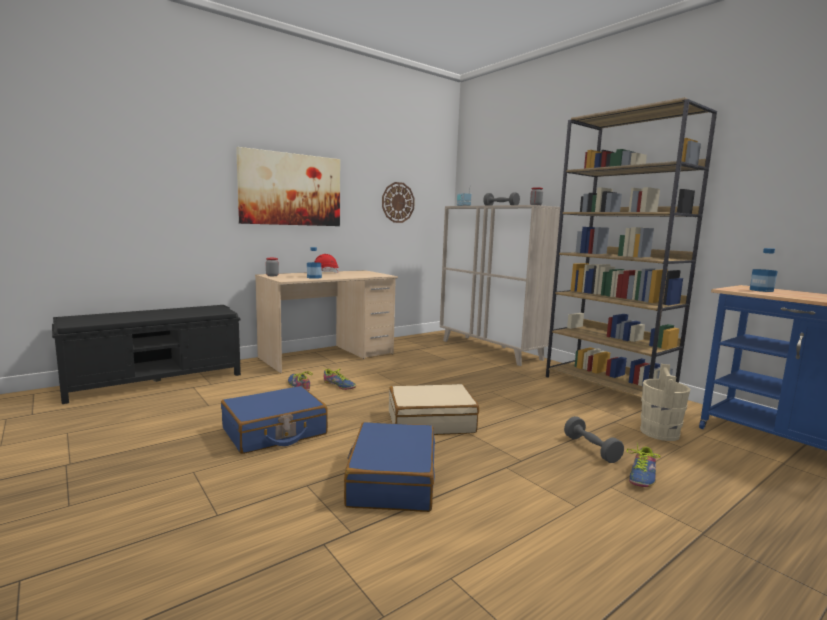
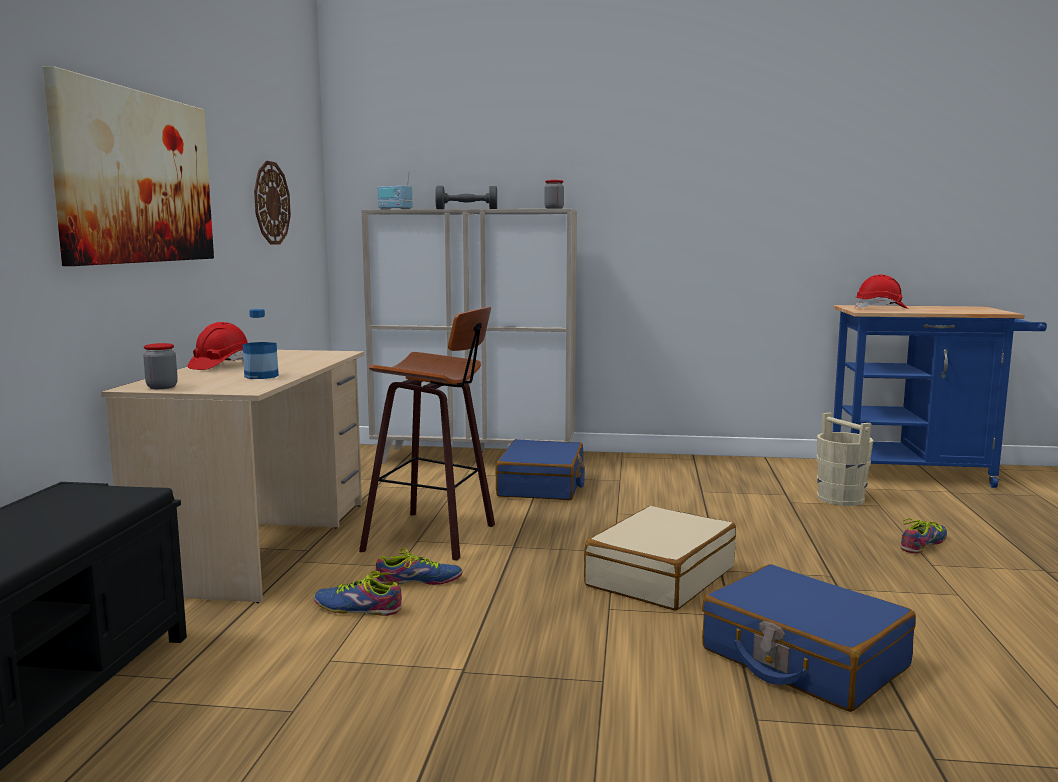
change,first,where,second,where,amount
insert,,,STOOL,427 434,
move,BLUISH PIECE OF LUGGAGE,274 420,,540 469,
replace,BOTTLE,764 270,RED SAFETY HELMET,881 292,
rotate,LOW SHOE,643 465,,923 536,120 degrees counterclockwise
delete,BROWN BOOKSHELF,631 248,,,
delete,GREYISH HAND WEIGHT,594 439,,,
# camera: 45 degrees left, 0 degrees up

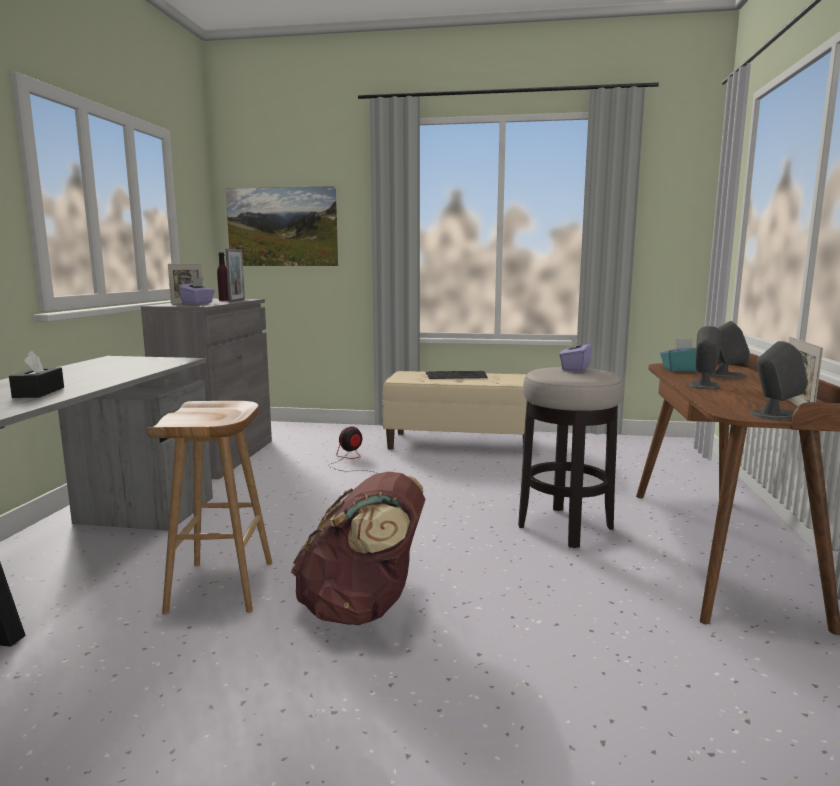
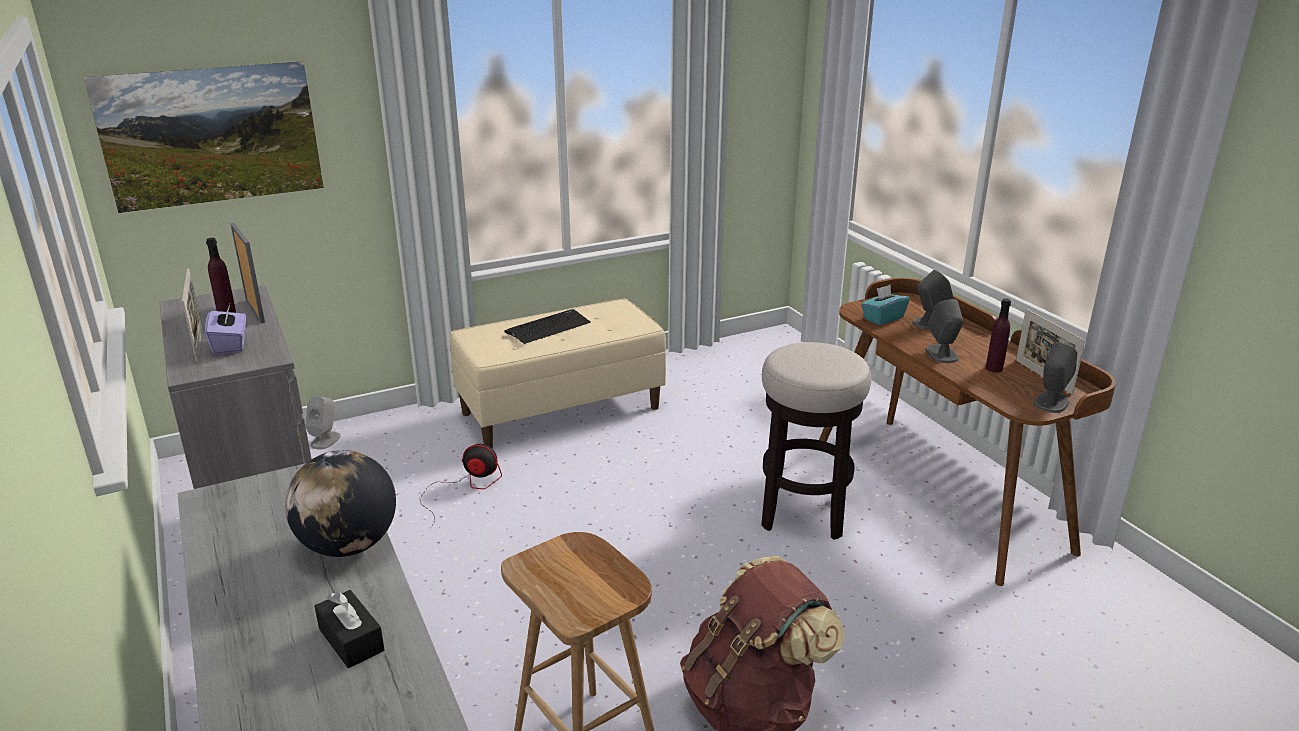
change,first,where,second,where,amount
insert,,,GLOBE,340 503,
insert,,,GREYISH AUDIO SPEAKER,323 423,
rotate,ELECTRIC FAN,352 450,,461 485,90 degrees clockwise
insert,,,PURPLISH BOTTLE,998 335,
delete,PURPLISH TISSUE BOX,576 354,,,
# camera: 35 degrees left, 15 degrees up

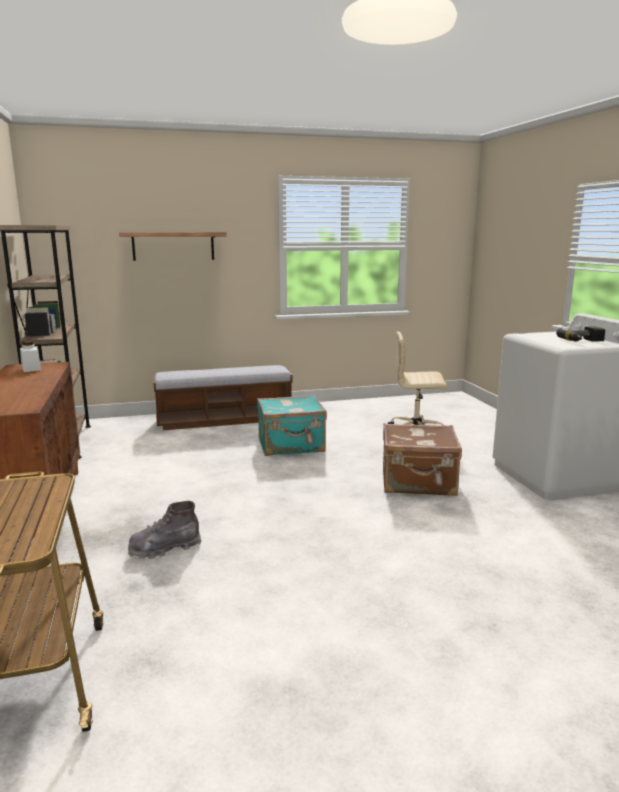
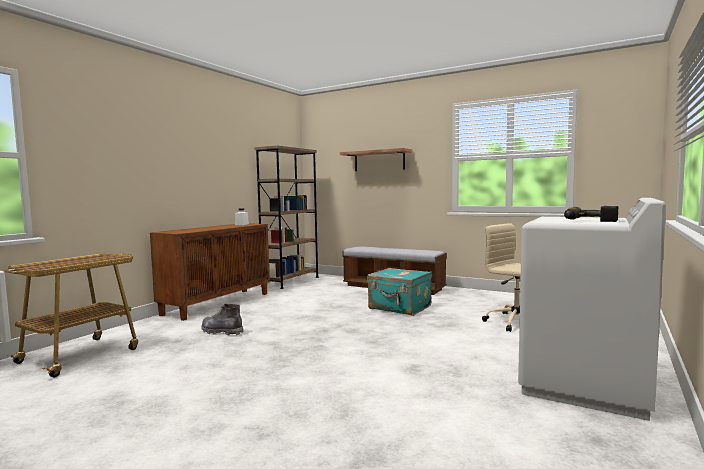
change,first,where,second,where,amount
delete,BROWN PIECE OF LUGGAGE,422 459,,,
# camera: 45 degrees right, 10 degrees down

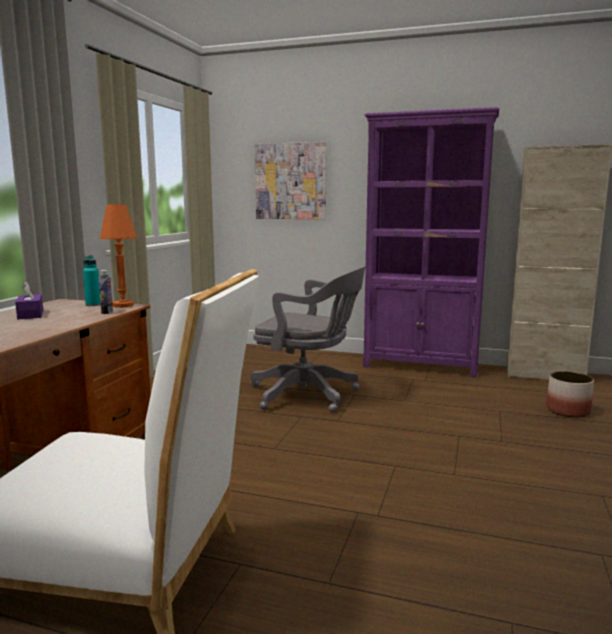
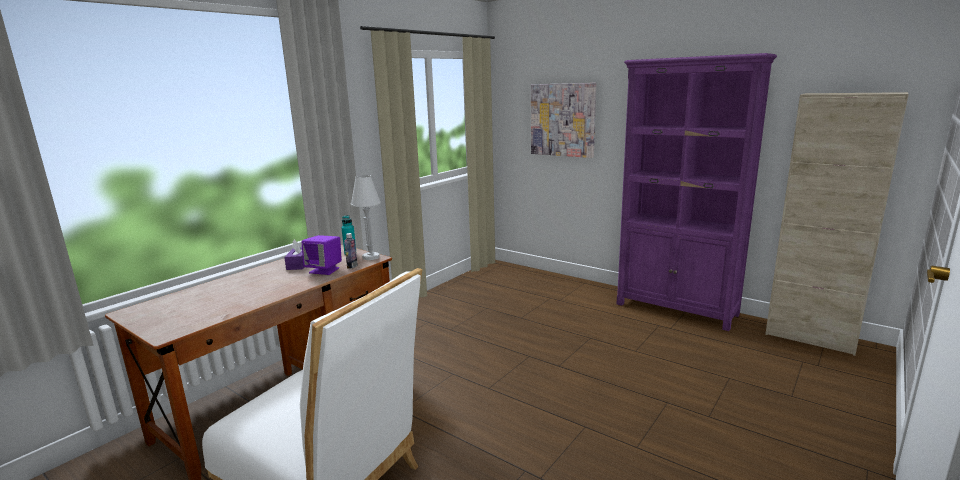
change,first,where,second,where,amount
insert,,,PURPLISH AUDIO SPEAKER,321 255,
recolor,ORANGE-COLOURED TABLE LAMP,118 256,WHITISH TABLE LAMP,366 217,
delete,GREYISH DESK CHAIR,308 339,,,
delete,FLOWER POT,570 394,,,
# camera: 20 degrees right, 5 degrees up

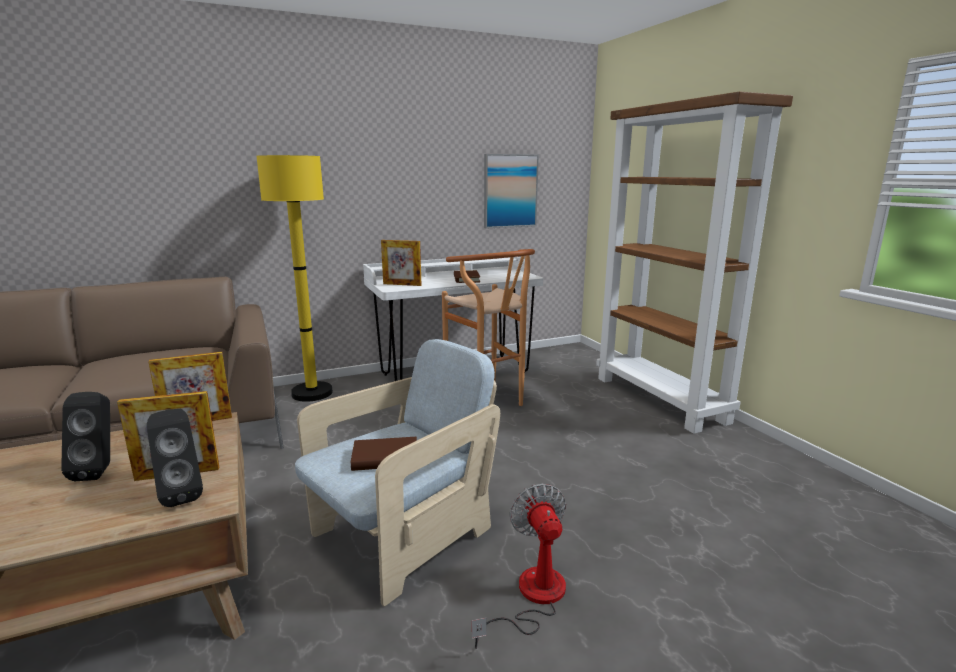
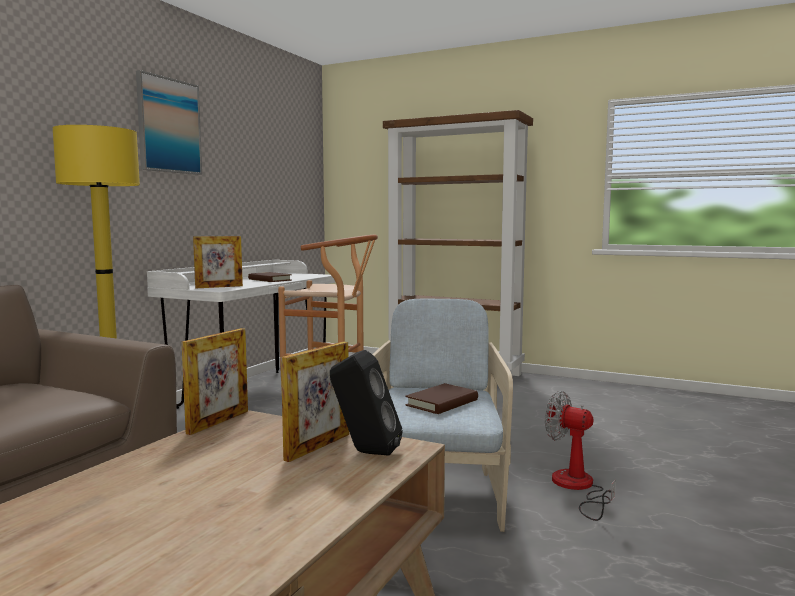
change,first,where,second,where,amount
move,WALL PICTURE,511 191,,169 122,
delete,BLACK-COLOURED AUDIO SPEAKER,85 436,,,
# camera: 40 degrees left, 10 degrees down

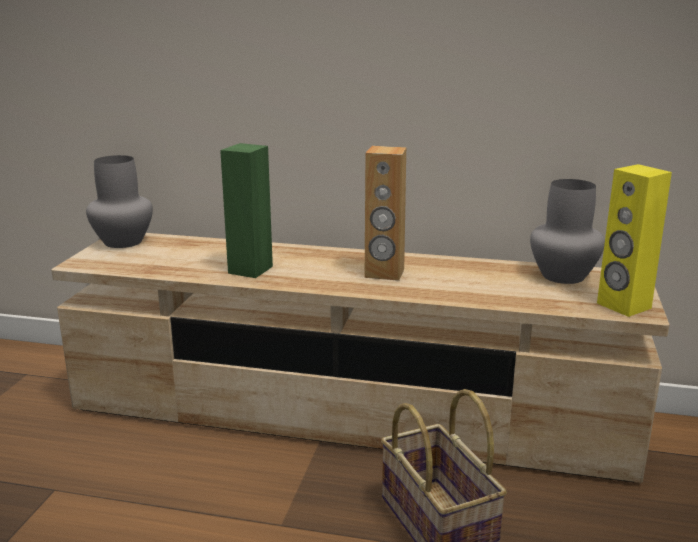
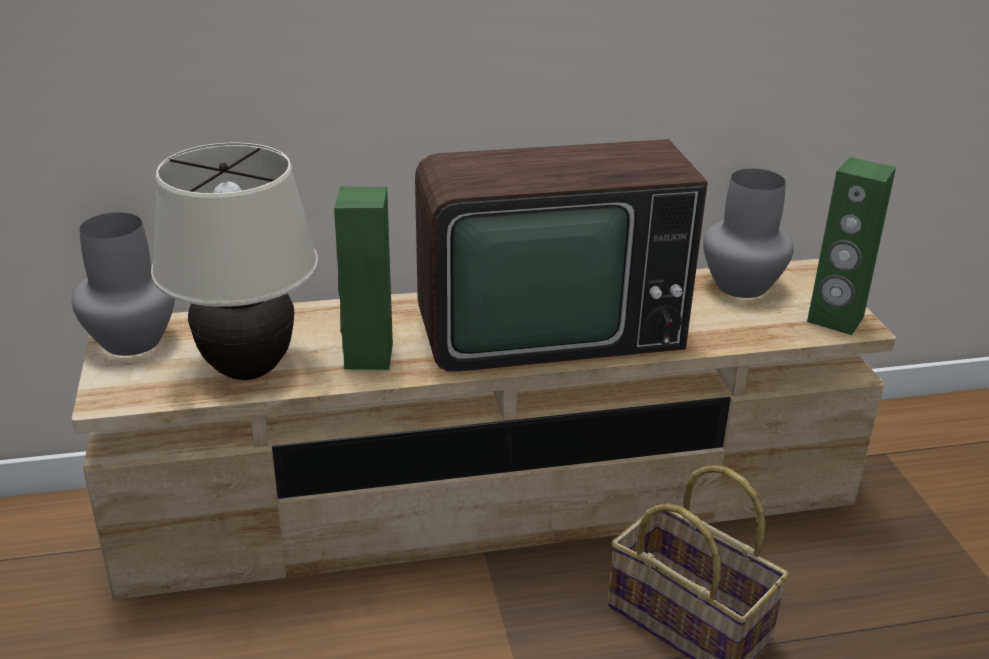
change,first,where,second,where,amount
insert,,,SAND-COLOURED TABLE LAMP,234 261,
replace,BROWN AUDIO SPEAKER,385 213,TV SET,561 255,
recolor,YELLOW AUDIO SPEAKER,634 240,GREENISH AUDIO SPEAKER,851 246,
# camera: 25 degrees left, 10 degrees up

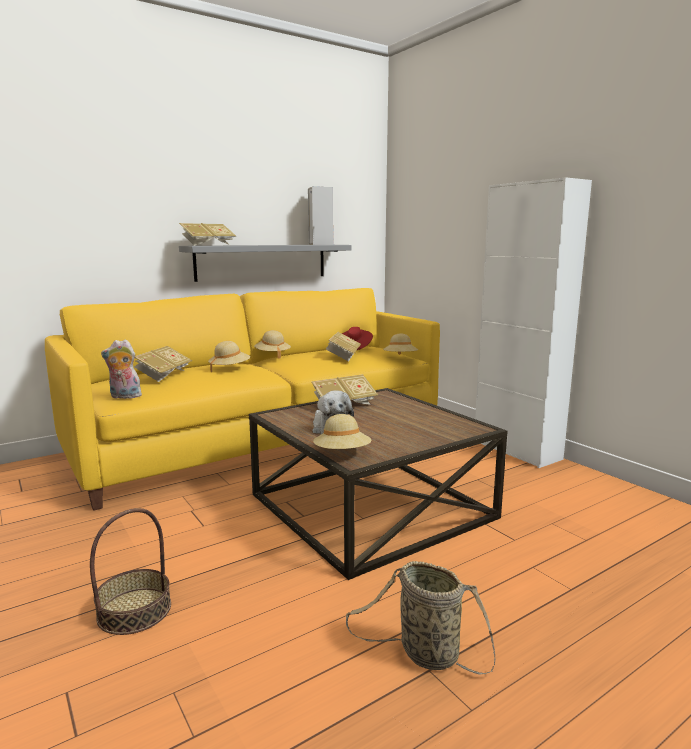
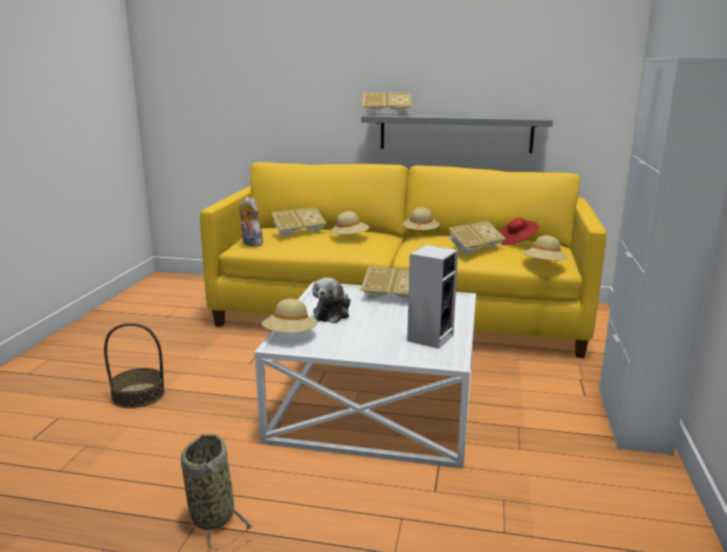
change,first,where,second,where,amount
recolor,BROWN LOUNGE TABLE,378 484,WHITISH LOUNGE TABLE,365 375,
move,AUDIO SPEAKER,320 216,,432 297,
# camera: 45 degrees right, 5 degrees up

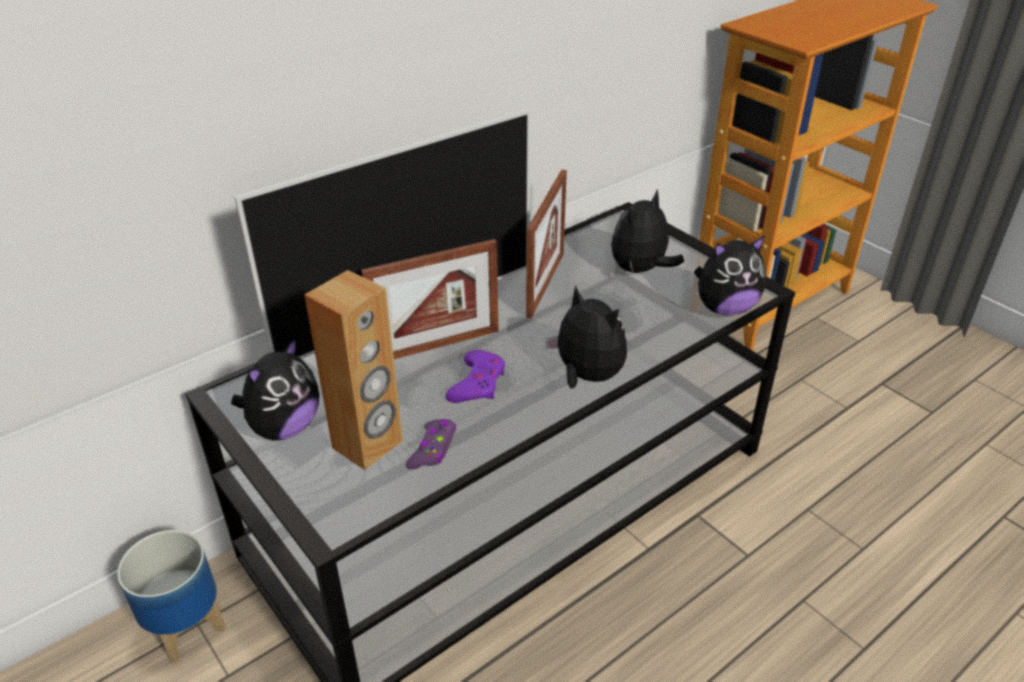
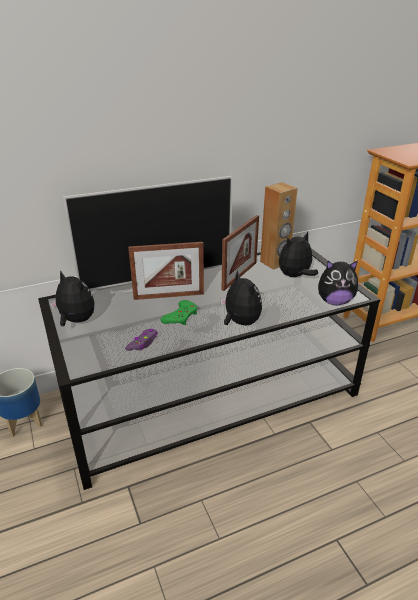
change,first,where,second,where,amount
rotate,CUDDLY TOY,275 389,,72 298,105 degrees counterclockwise
recolor,PURPLISH GAME CONTROLLER,475 376,GREENISH GAME CONTROLLER,179 312,
move,BROWN AUDIO SPEAKER,353 370,,279 226,
# camera: 15 degrees right, 5 degrees down

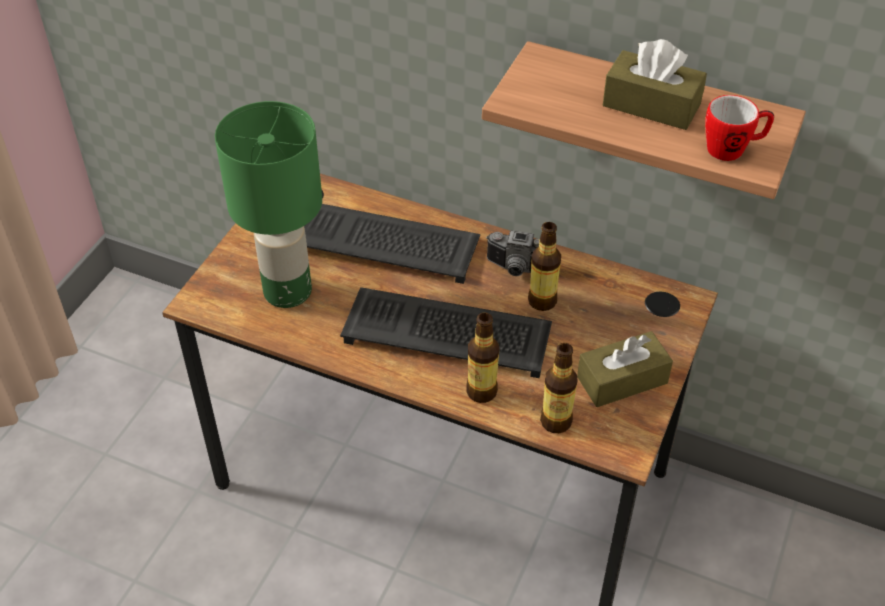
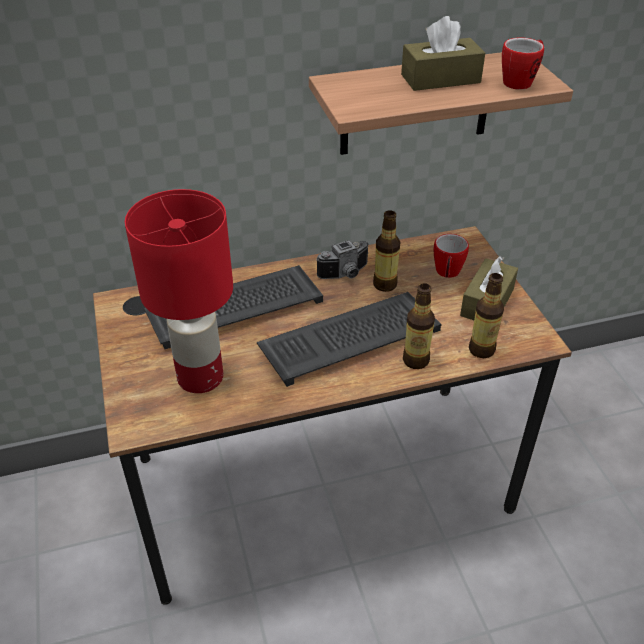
change,first,where,second,where,amount
recolor,GREENISH TABLE LAMP,268 204,RED TABLE LAMP,179 291,
insert,,,COFFEE MUG,451 256,
# camera: 40 degrees left, 5 degrees down

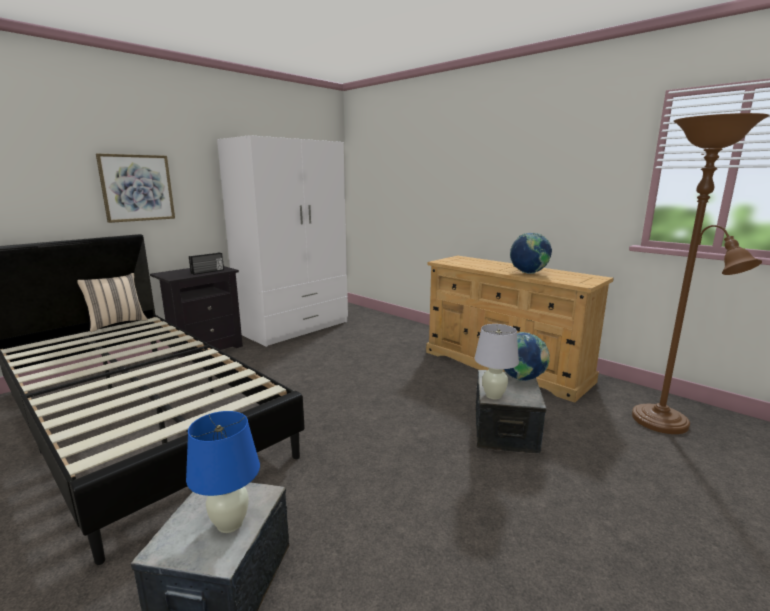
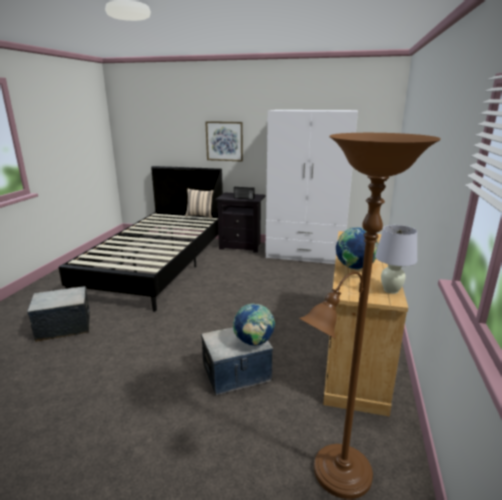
change,first,where,second,where,amount
move,WHITISH TABLE LAMP,496 361,,396 259,
delete,BLUISH TABLE LAMP,223 472,,,
# camera: 60 degrees right, 5 degrees up

